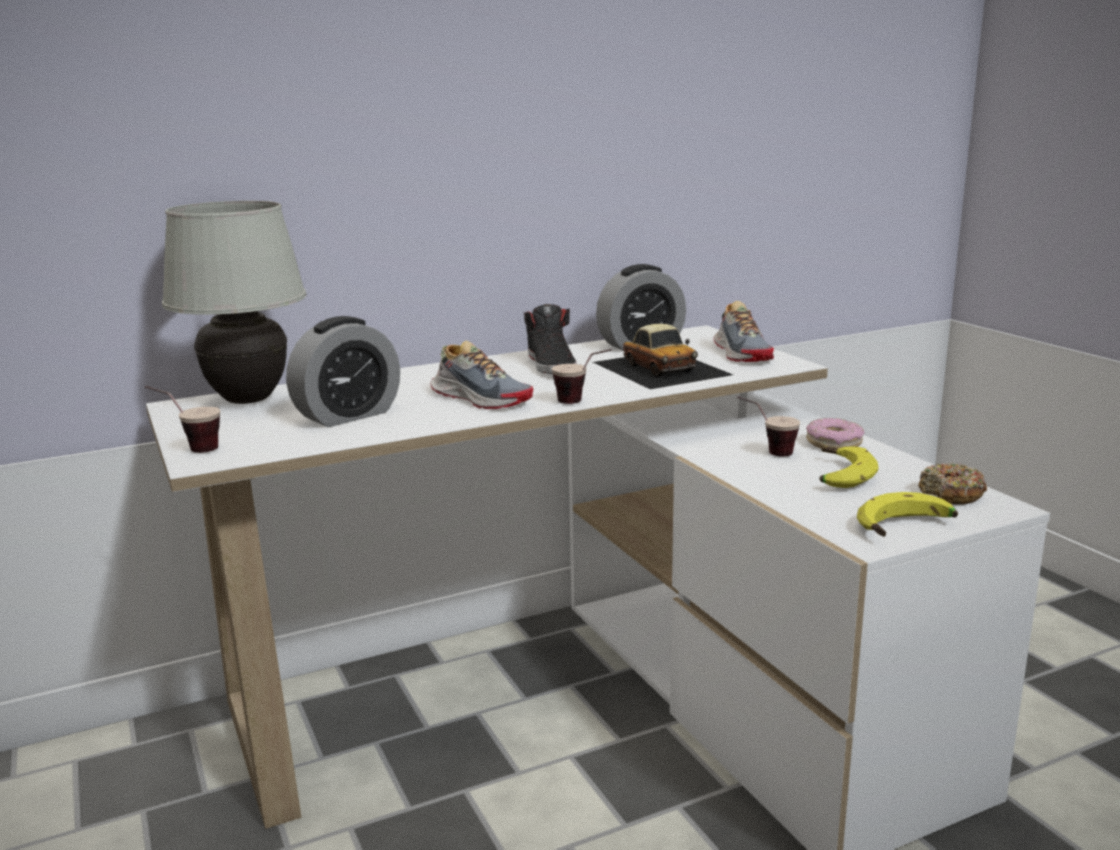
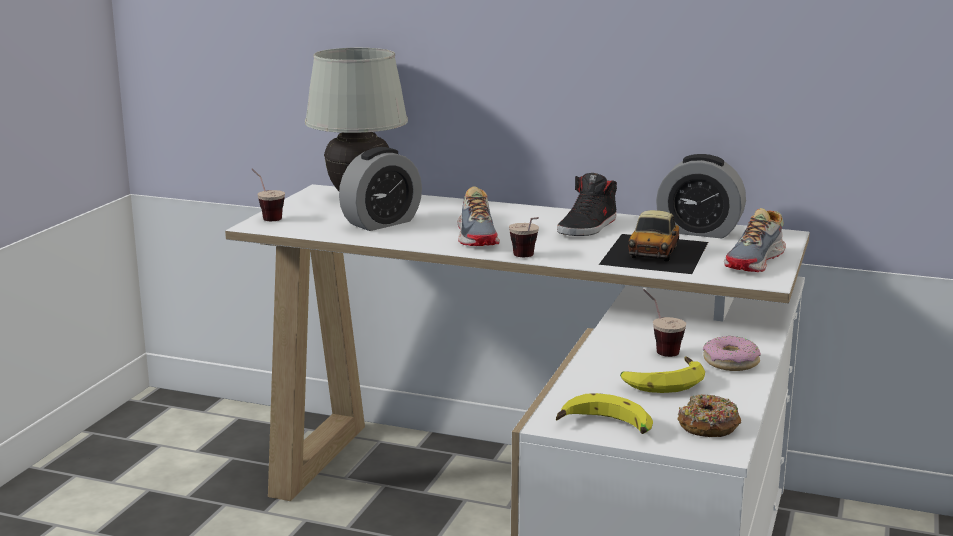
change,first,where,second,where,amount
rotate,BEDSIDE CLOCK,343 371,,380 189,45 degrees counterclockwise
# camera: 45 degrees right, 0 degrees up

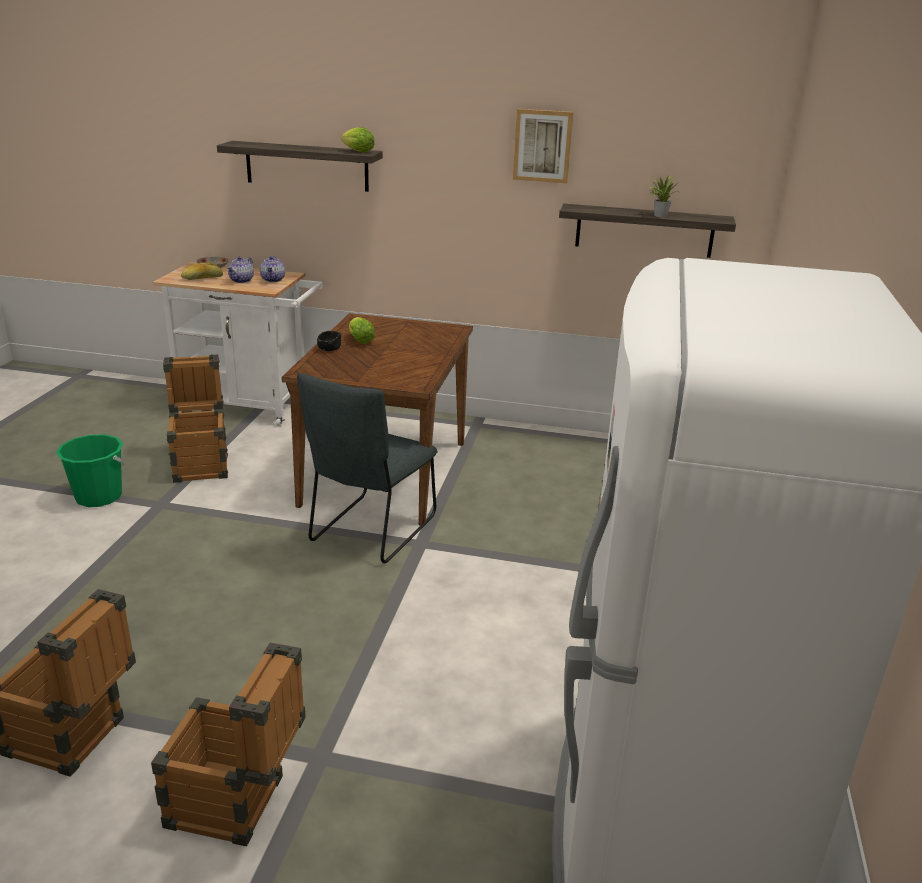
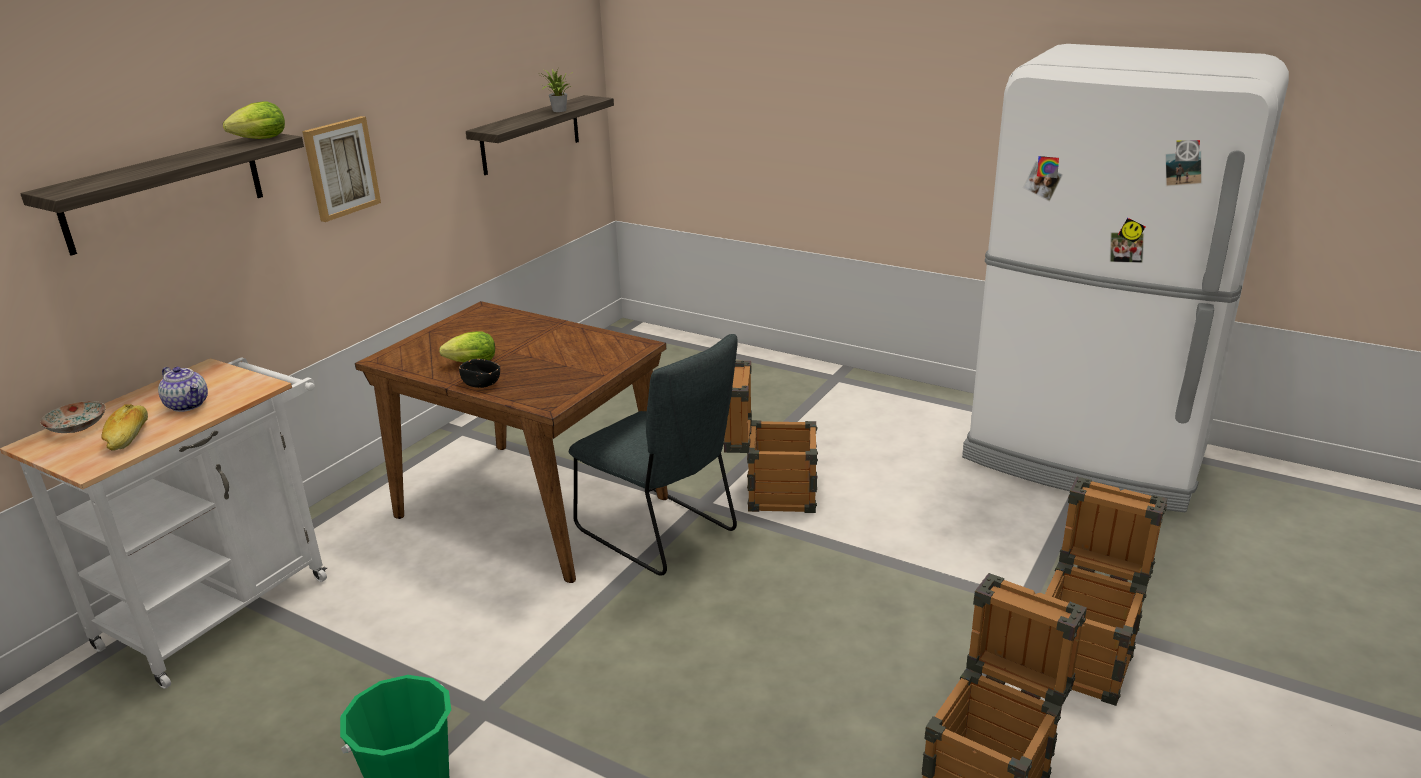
change,first,where,second,where,amount
move,WALL PICTURE,543 146,,341 169,
move,PACKING CRATE,195 419,,770 437,
delete,TEAPOT,272 269,,,
# camera: 70 degrees left, 0 degrees up

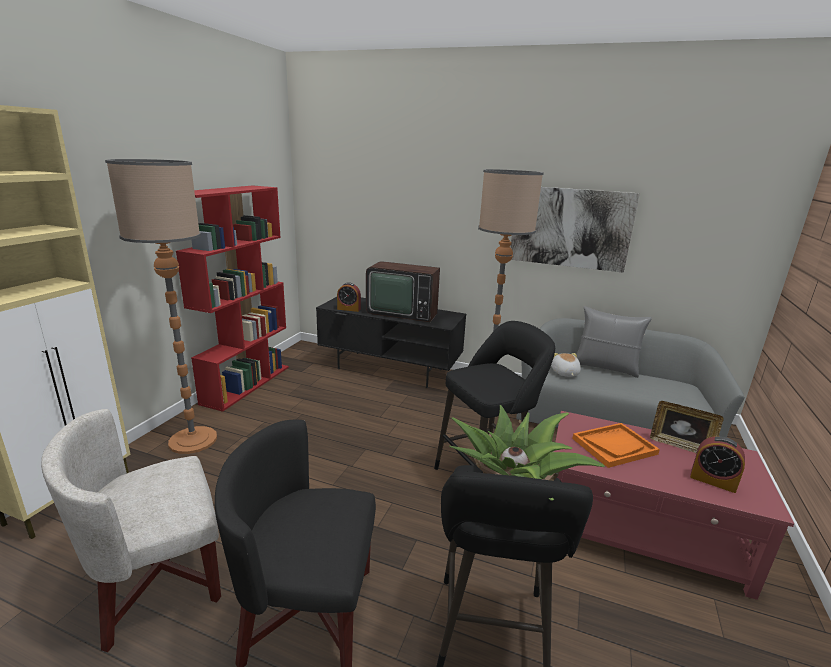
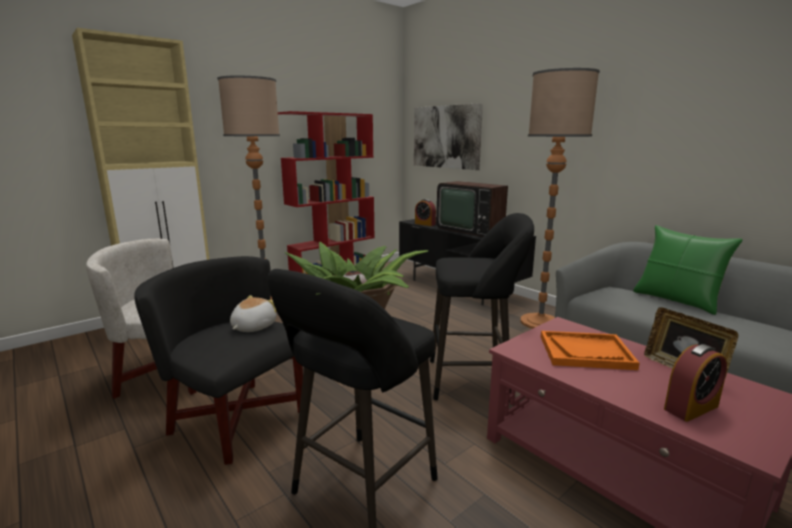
change,first,where,second,where,amount
move,CUDDLY TOY,566 365,,253 313,
move,WALL PICTURE,575 230,,448 136,
recolor,GREYISH CUSHION,614 342,GREENISH CUSHION,688 270,
rotate,BEDSIDE CLOCK,717 464,,695 383,90 degrees counterclockwise
# camera: 30 degrees right, 5 degrees down

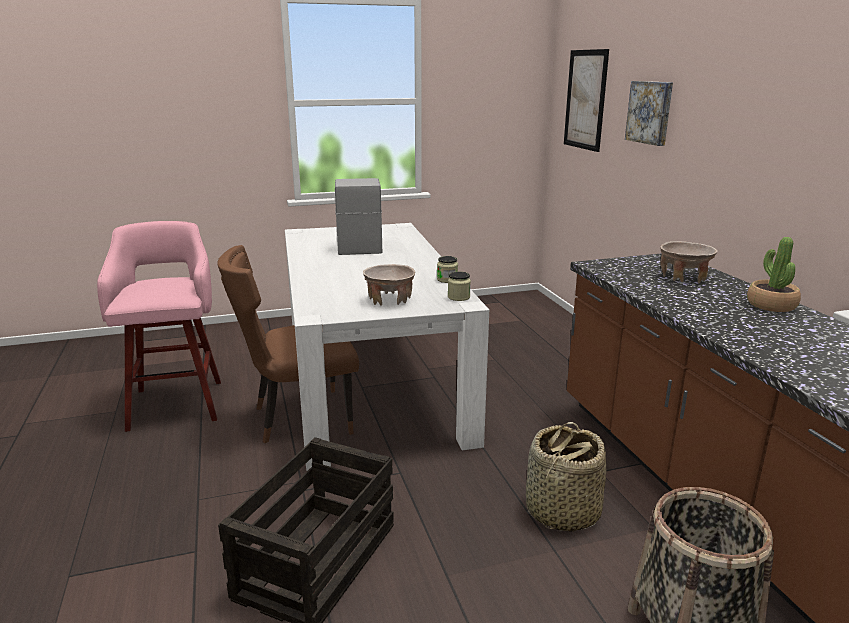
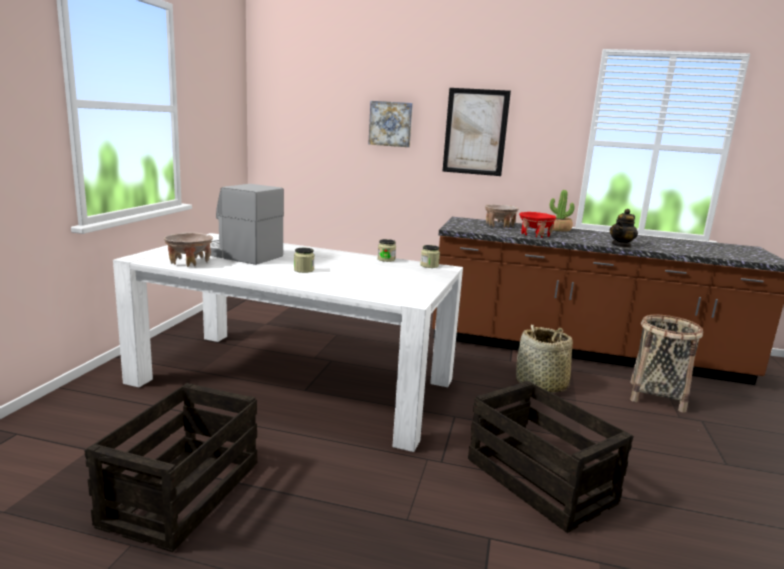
change,first,where,second,where,amount
replace,PINKISH STOOL,159 326,PACKING CRATE,170 467,
move,SAND-COLOURED BOWL,389 285,,188 249,
insert,,,JAR,304 260,
move,WALL PICTURE,586 100,,476 132,
insert,,,RED BOWL,537 225,
insert,,,TEAPOT,624 228,
delete,BROWN CHAIR,288 344,,,
# camera: 60 degrees left, 5 degrees down

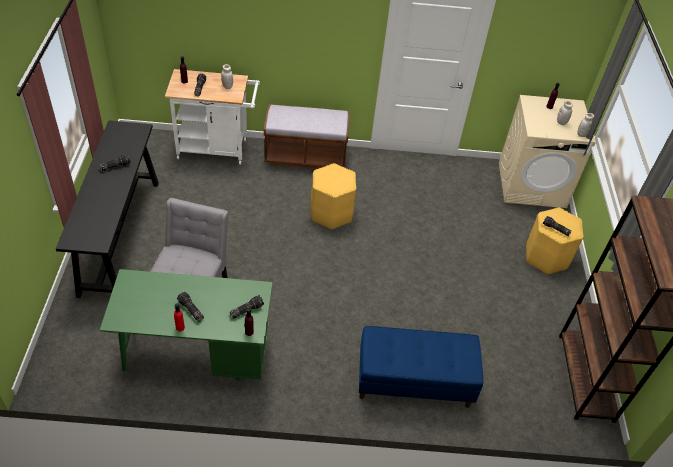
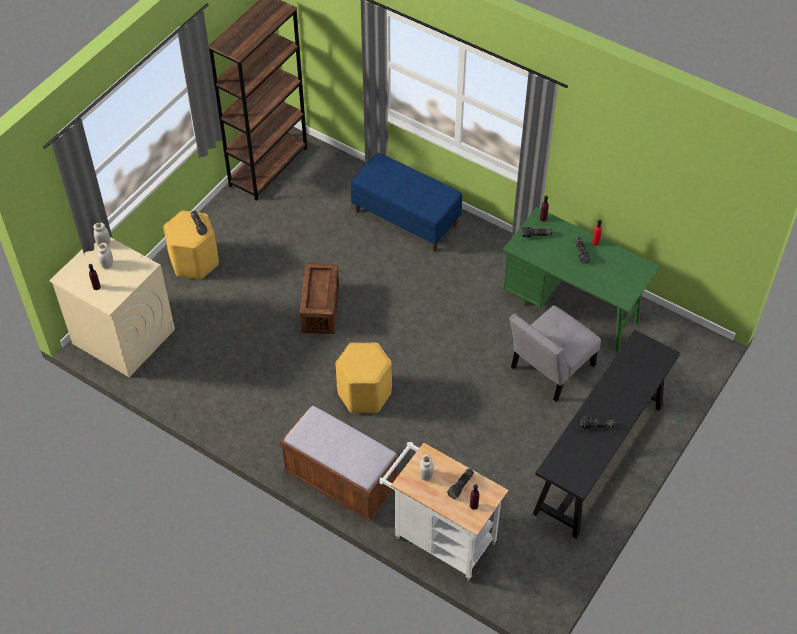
change,first,where,second,where,amount
insert,,,PACKING CRATE,319 298,
# camera: 145 degrees left, 5 degrees up

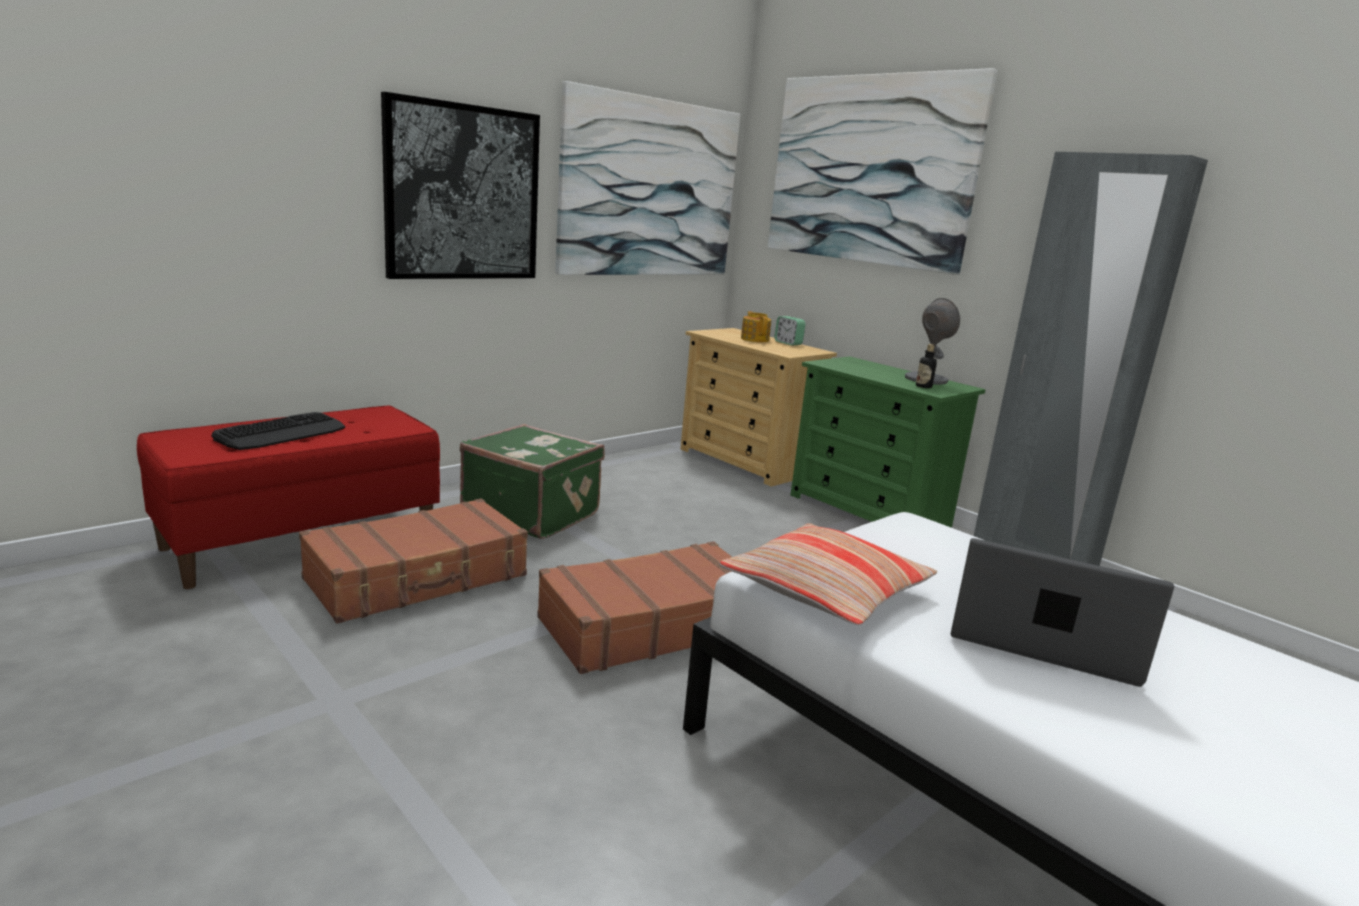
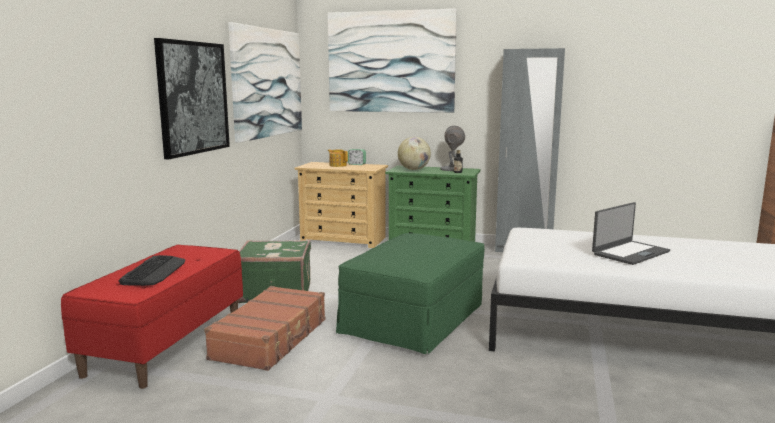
change,first,where,second,where,amount
replace,BROWN PIECE OF LUGGAGE,634 607,GREENISH OTTOMAN,410 293,
insert,,,GLOBE,414 153,
rotate,NOTEBOOK COMPUTER,1062 612,,631 233,150 degrees clockwise
delete,CUSHION,828 574,,,
# camera: 30 degrees left, 5 degrees down

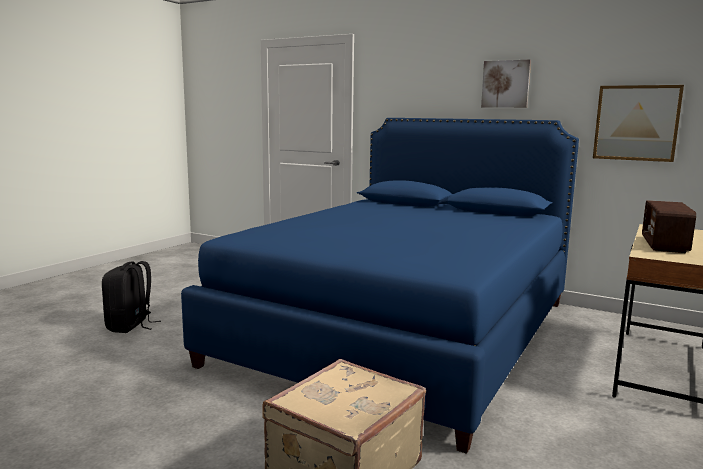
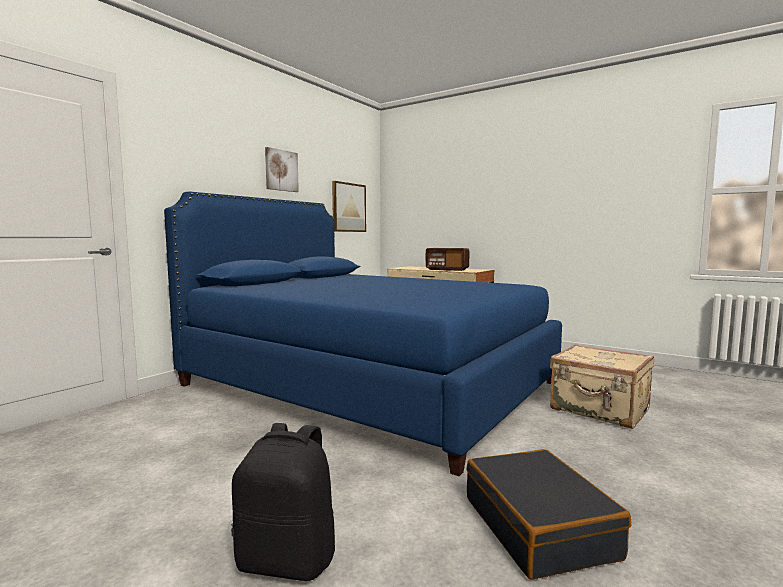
change,first,where,second,where,amount
insert,,,BLACK-COLOURED PIECE OF LUGGAGE,549 514,
# camera: 85 degrees left, 5 degrees down

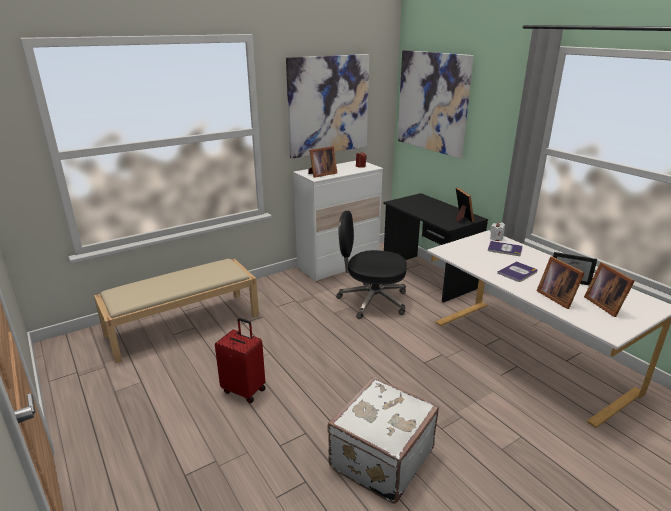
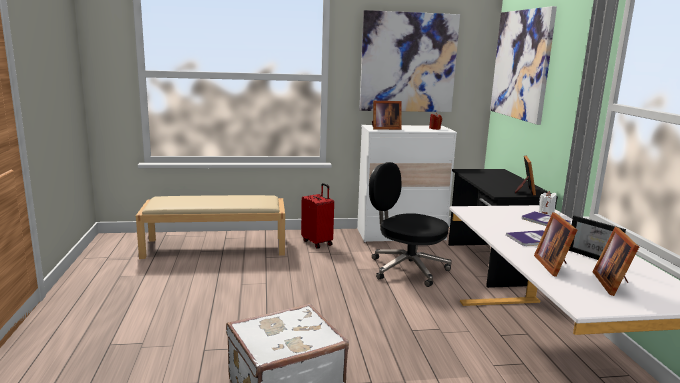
change,first,where,second,where,amount
move,RED PIECE OF LUGGAGE,240 360,,317 216,
# camera: 25 degrees right, 10 degrees down

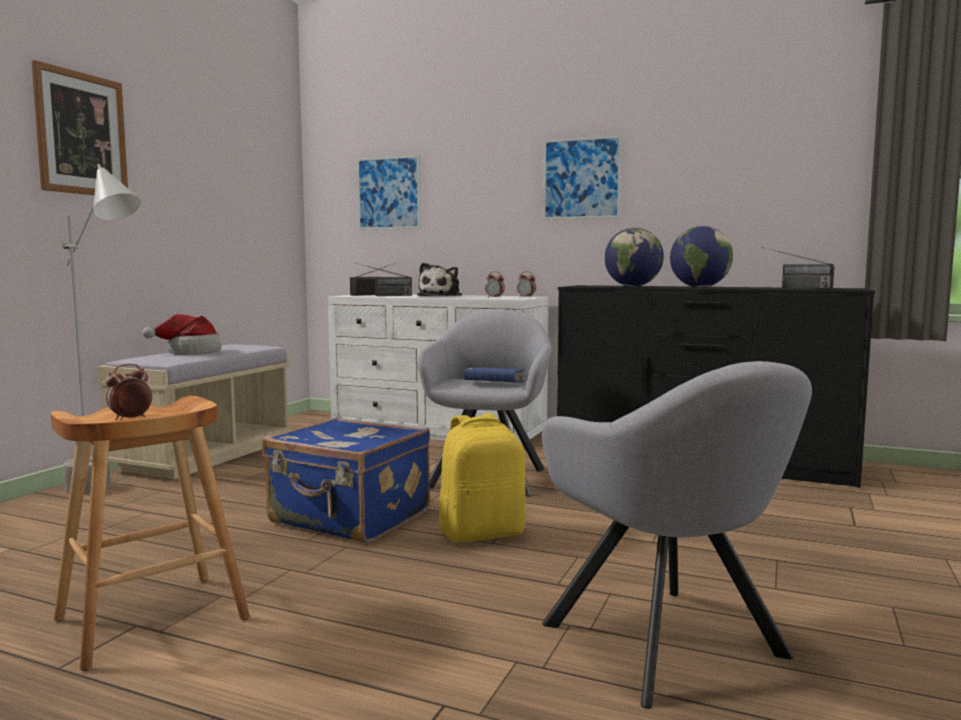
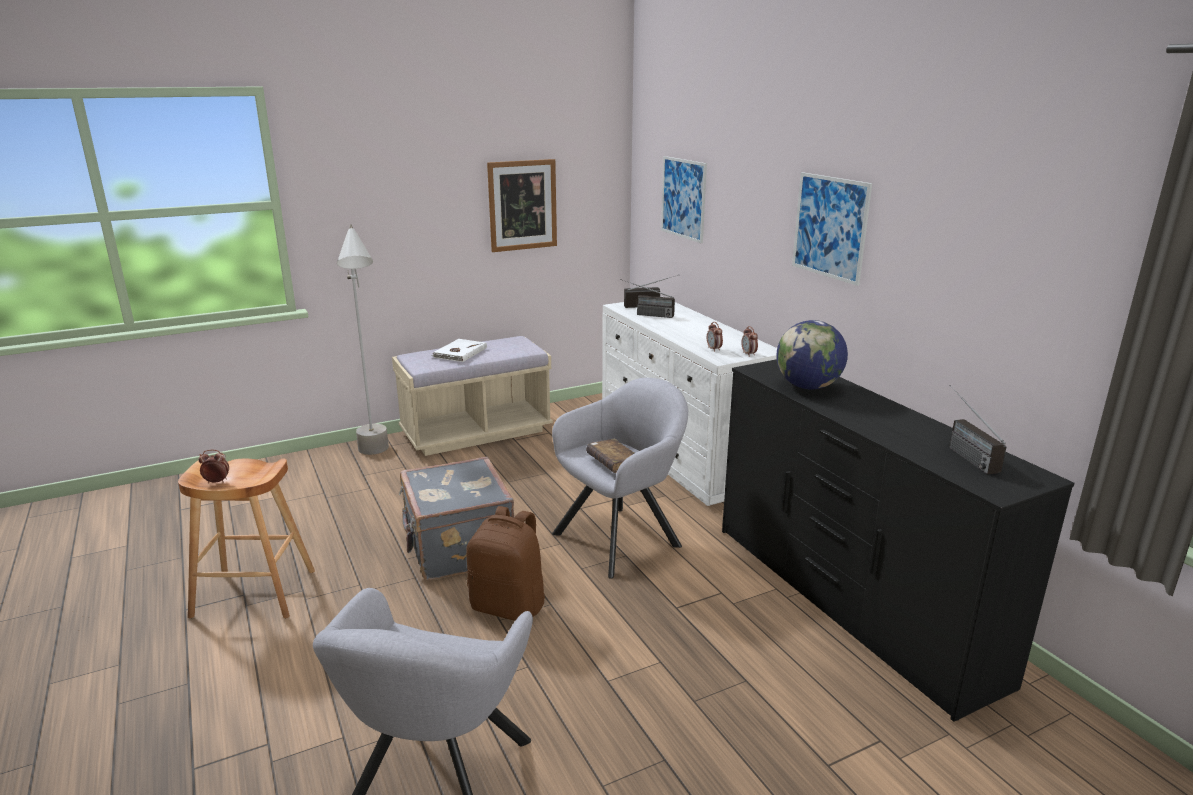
change,first,where,second,where,amount
recolor,BLUISH PIECE OF LUGGAGE,346 480,GREYISH PIECE OF LUGGAGE,456 519,
replace,CLOTHING HAT,181 334,WHITISH BOUND BOOK,459 350,
recolor,YELLOW RUCKSACK,482 477,BROWN RUCKSACK,505 563,
move,WALL PICTURE,79 127,,522 205,
recolor,BLUISH BOUND BOOK,494 375,BROWN BOUND BOOK,610 456,
delete,CUDDLY TOY,439 279,,,
delete,GLOBE,701 257,,,
# camera: 40 degrees right, 15 degrees up

